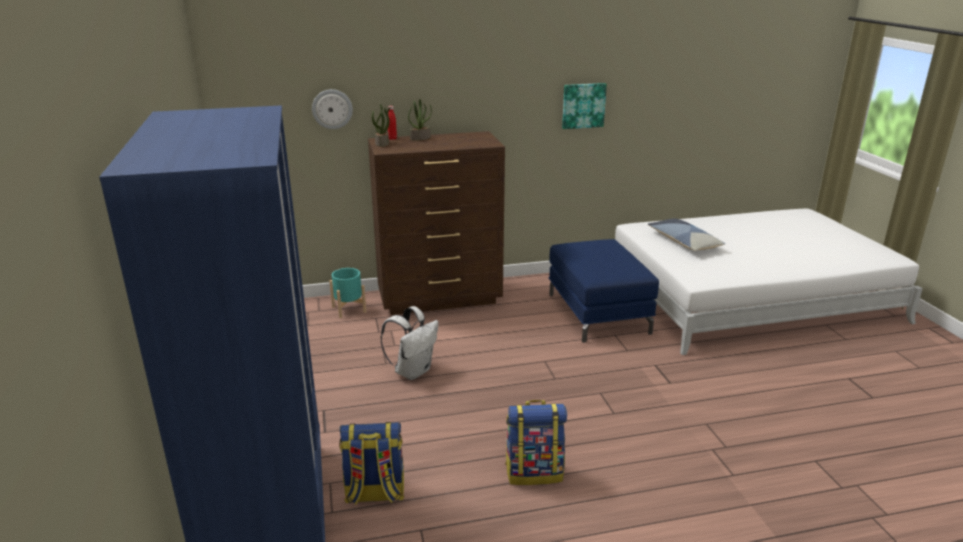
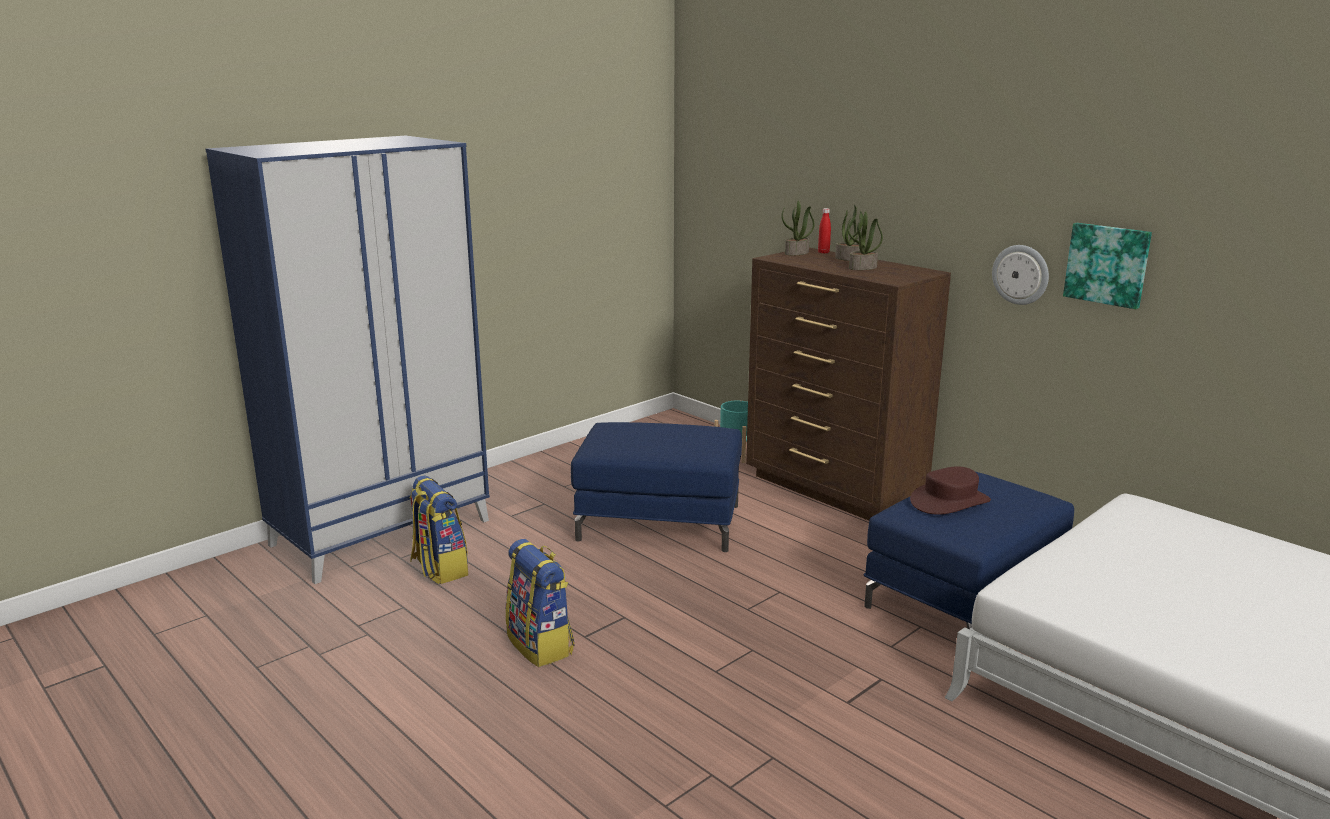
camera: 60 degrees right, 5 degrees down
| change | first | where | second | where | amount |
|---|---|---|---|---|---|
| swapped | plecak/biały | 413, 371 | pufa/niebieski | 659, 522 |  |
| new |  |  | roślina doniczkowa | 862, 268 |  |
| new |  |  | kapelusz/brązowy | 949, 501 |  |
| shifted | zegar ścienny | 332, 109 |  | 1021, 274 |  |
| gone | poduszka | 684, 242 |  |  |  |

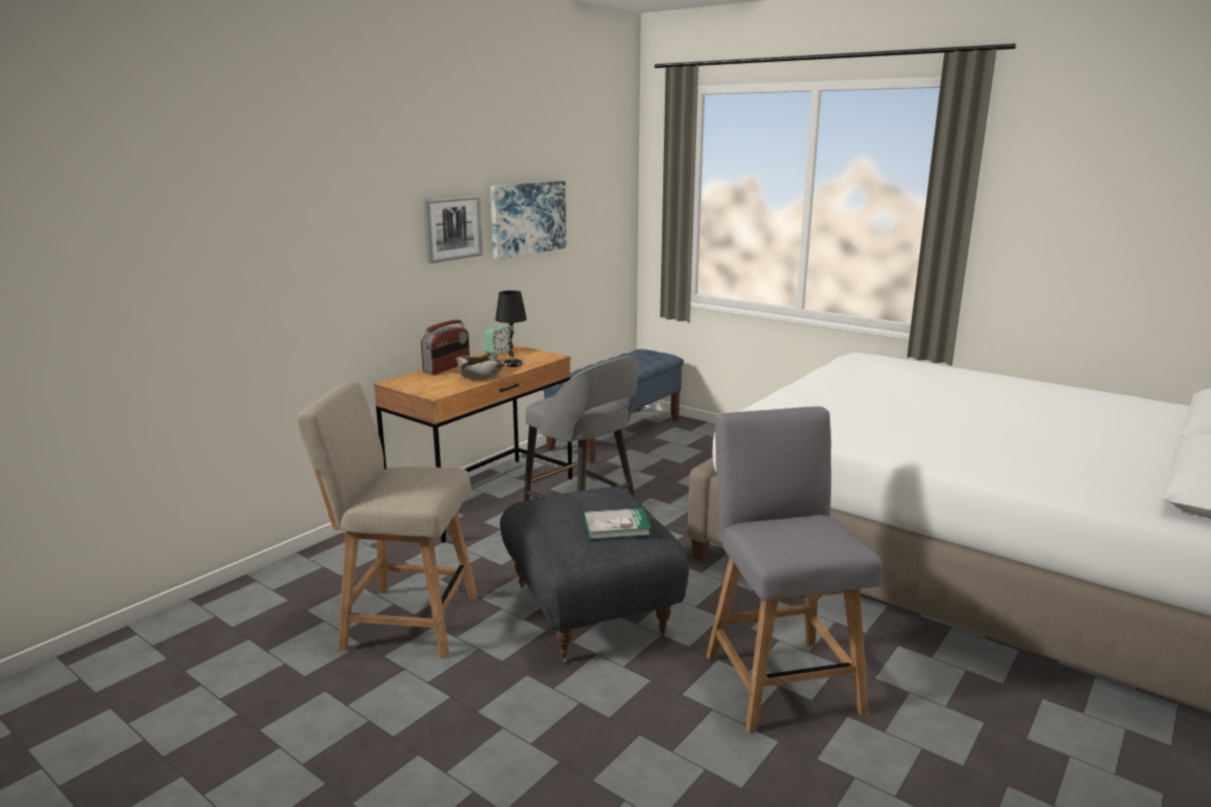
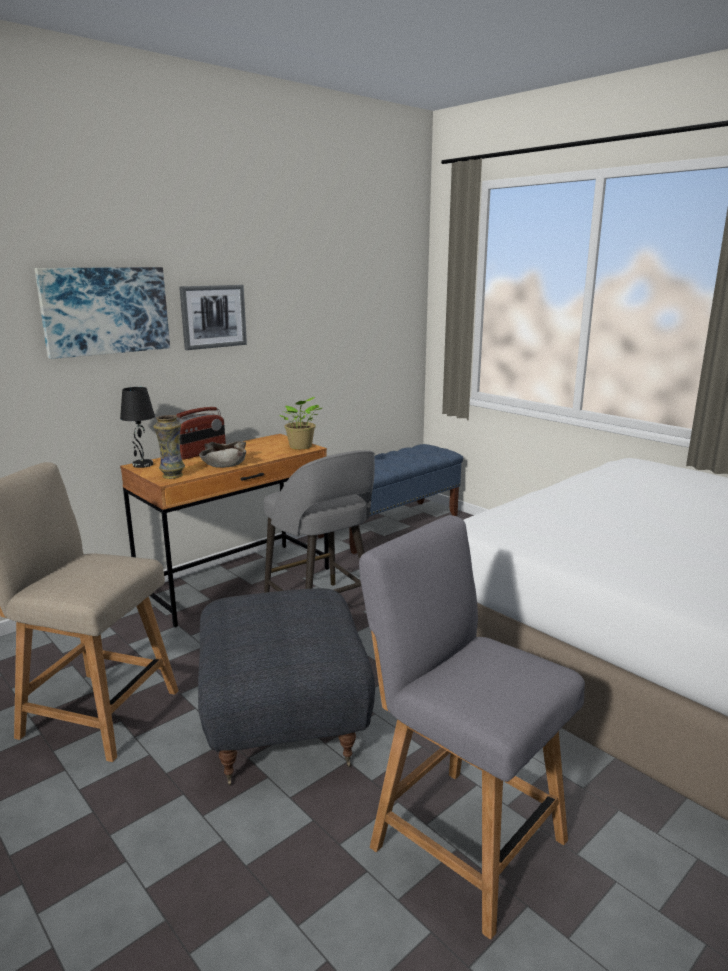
camera: 10 degrees right, 0 degrees up
| change | first | where | second | where | amount |
|---|---|---|---|---|---|
| shifted | obraz | 527, 218 |  | 105, 310 |  |
| shifted | lampa stołowa/czarny | 513, 364 |  | 143, 465 |  |
| new |  |  | wazon | 172, 476 |  |
| new |  |  | roślina doniczkowa | 301, 447 |  |
| rotated | krzesło/szary | 779, 678 |  | 460, 838 | 45 degrees counterclockwise |
| gone | budzik | 498, 352 |  |  |  |
| gone | książka | 616, 526 |  |  |  |

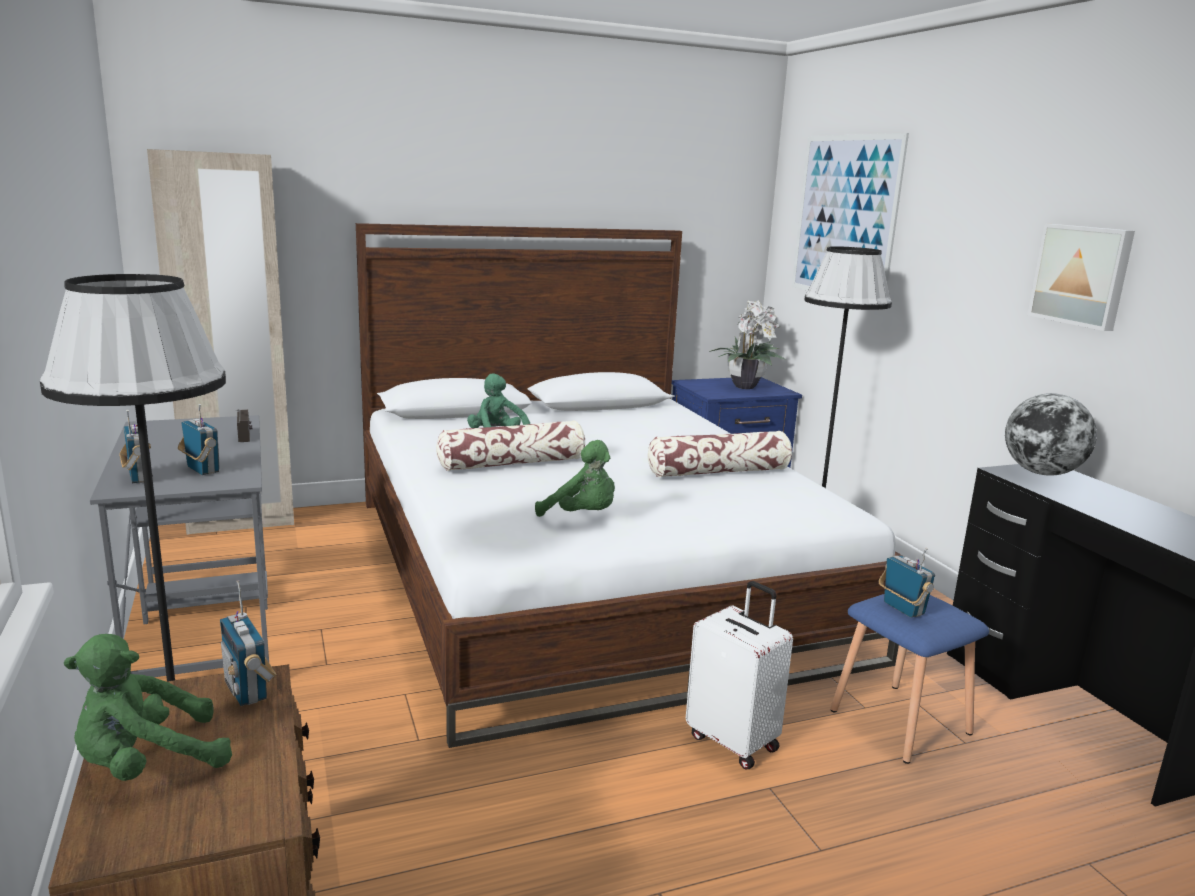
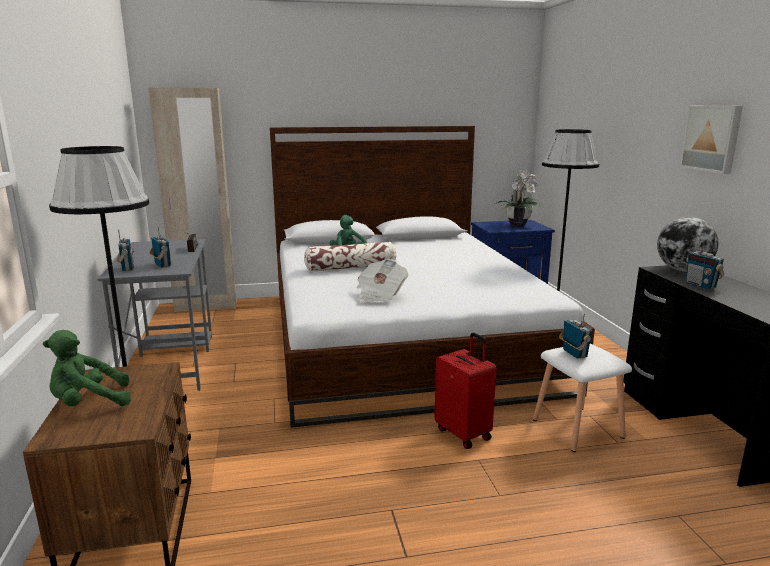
camera: 10 degrees right, 0 degrees up
| change | first | where | second | where | amount |
|---|---|---|---|---|---|
| swapped | pluszak/zielony | 582, 516 | gazeta | 380, 295 |  |
| repainted | walizka/biały | 734, 741 | walizka/czerwony | 464, 433 |  |
| repainted | stołek/niebieski | 897, 721 | stołek/biały | 576, 428 |  |
| shifted | radio | 248, 690 |  | 701, 285 |  |
| gone | poduszka | 719, 472 |  |  |  |
| gone | obraz | 845, 218 |  |  |  |

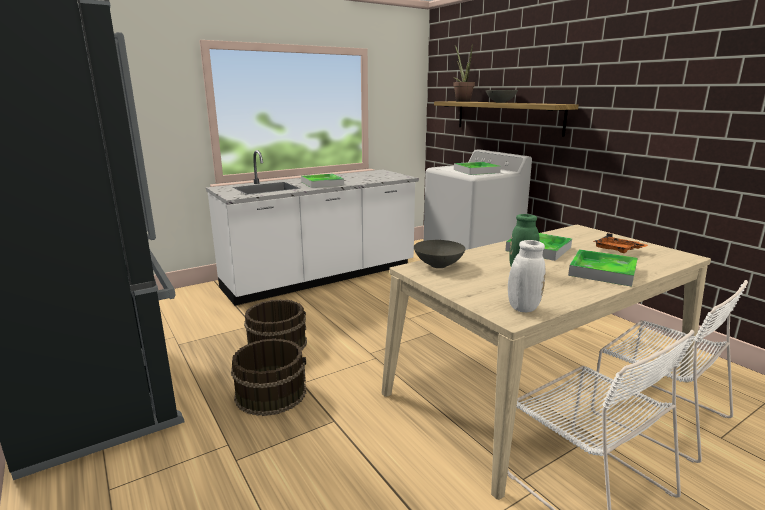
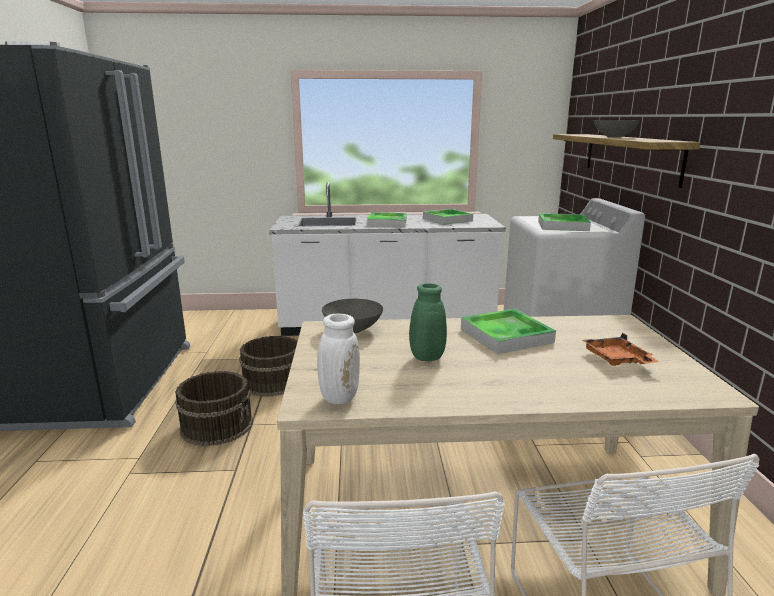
camera: 30 degrees right, 0 degrees up
| change | first | where | second | where | amount |
|---|---|---|---|---|---|
| shifted | taca | 602, 271 |  | 447, 219 |  |
| gone | roślina doniczkowa | 461, 101 |  |  |  |

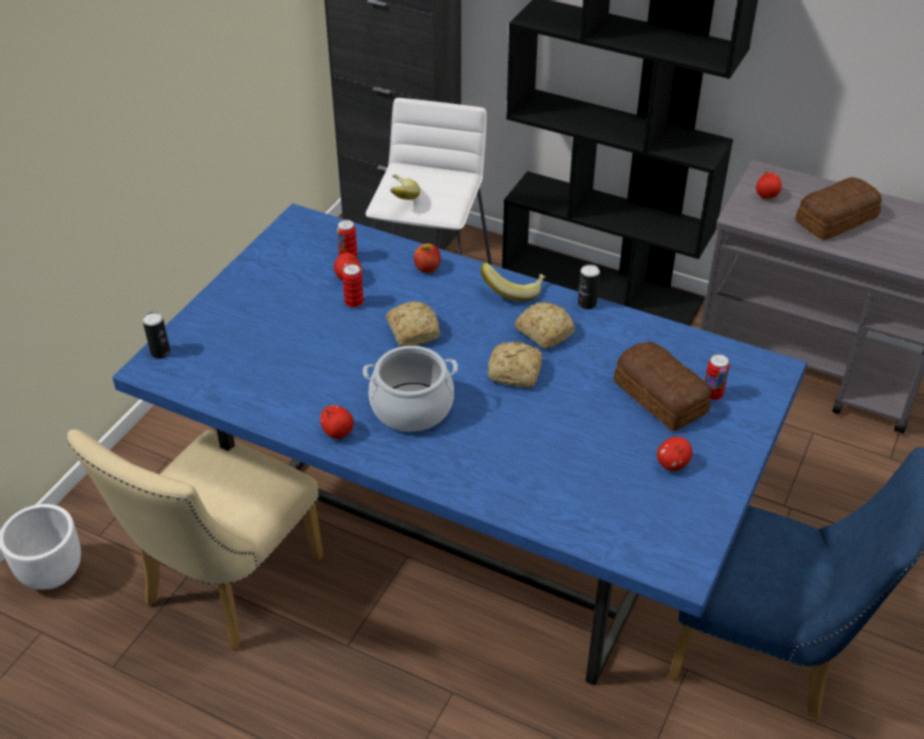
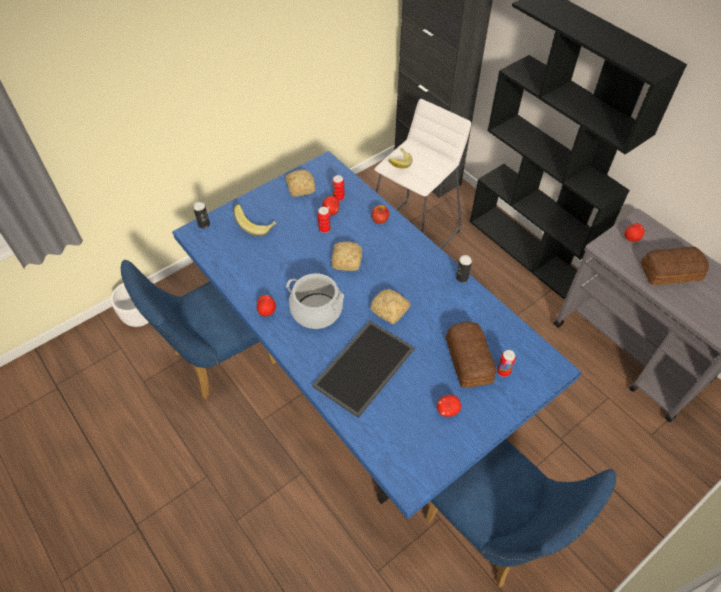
camera: 25 degrees right, 10 degrees up
| change | first | where | second | where | amount |
|---|---|---|---|---|---|
| repainted | krzesło/beżowy | 223, 587 | krzesło/niebieski | 217, 359 |  |
| shifted | banan | 513, 290 |  | 256, 226 |  |
| shifted | chleb | 544, 331 |  | 301, 187 |  |
| new |  |  | taca | 363, 366 |  |

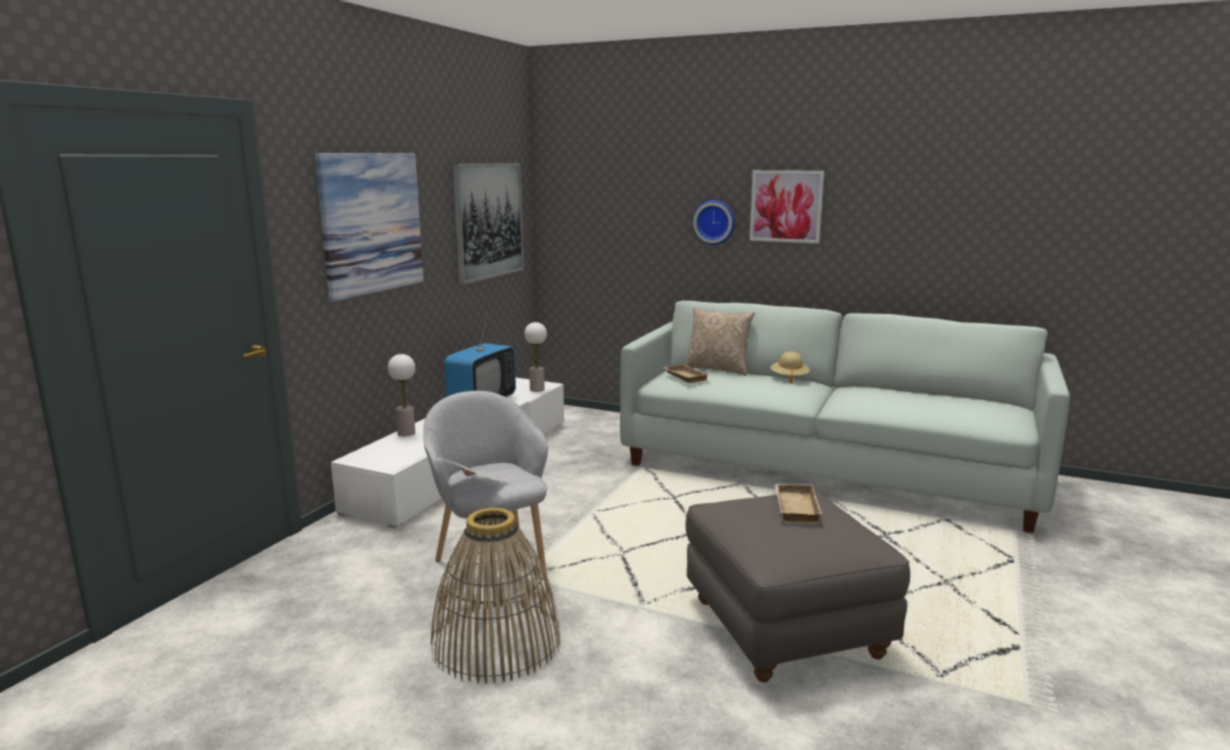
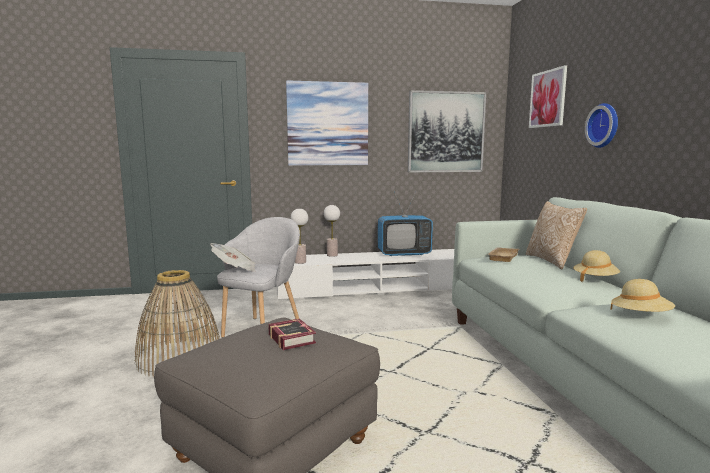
camera: 55 degrees right, 5 degrees down
| change | first | where | second | where | amount |
|---|---|---|---|---|---|
| swapped | taca/beżowy | 794, 507 | książka | 292, 338 |  |
| shifted | lampa stołowa | 537, 389 |  | 300, 262 |  |
| shifted | obraz | 786, 206 |  | 547, 98 |  |
| new |  |  | kapelusz/beżowy | 640, 316 |  |

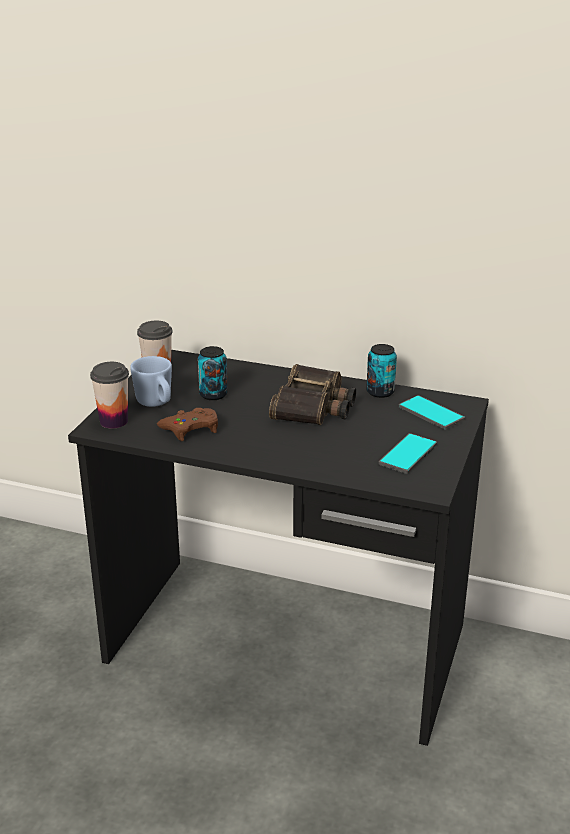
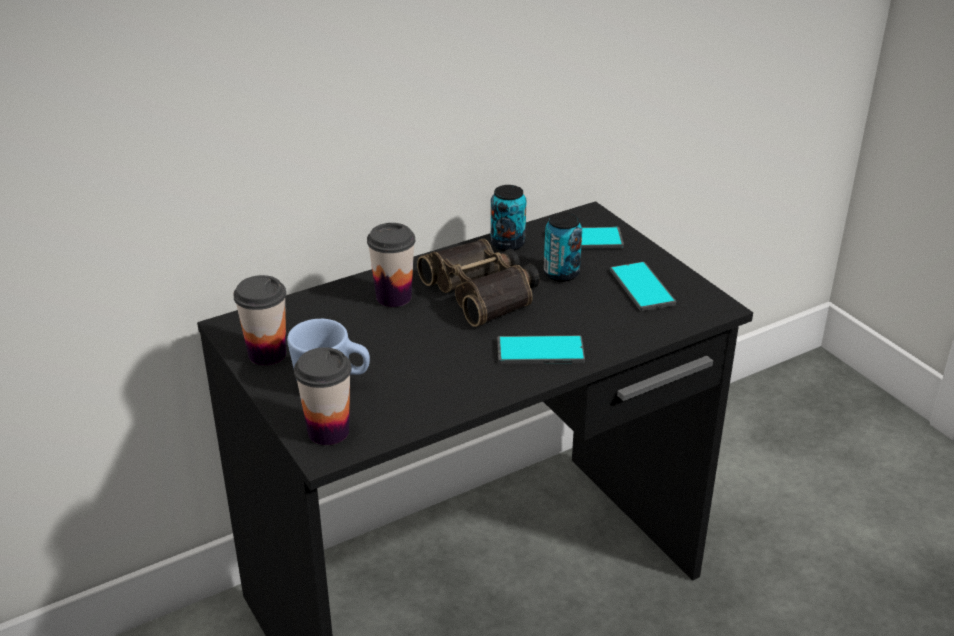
camera: 50 degrees left, 5 degrees up
| change | first | where | second | where | amount |
|---|---|---|---|---|---|
| new |  |  | filiżanka | 393, 297 |  |
| new |  |  | telefon | 540, 351 |  |
| shifted | puszka | 213, 394 |  | 561, 273 |  |
| gone | pad do gier/brązowy | 191, 429 |  |  |  |

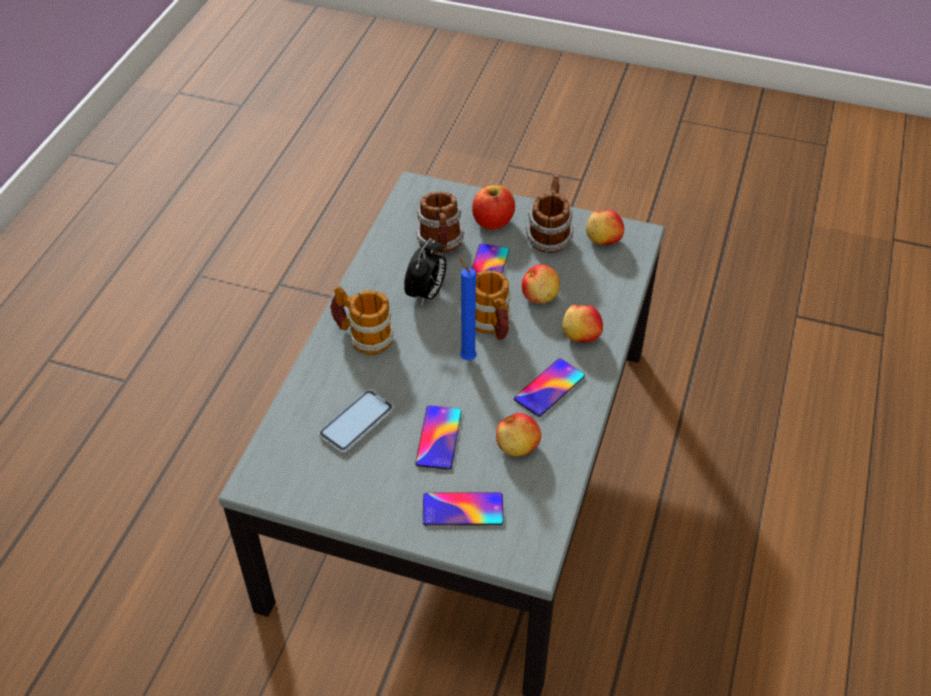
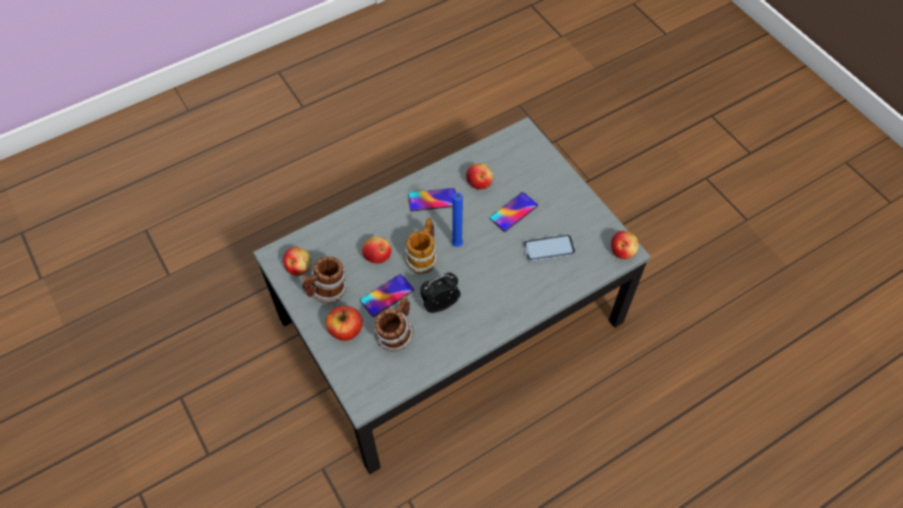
camera: 140 degrees left, 10 degrees up
| change | first | where | second | where | amount |
|---|---|---|---|---|---|
| shifted | jabłko | 581, 335 |  | 622, 250 |  |
| gone | kubek | 363, 336 |  |  |  |
| gone | telefon | 463, 509 |  |  |  |

